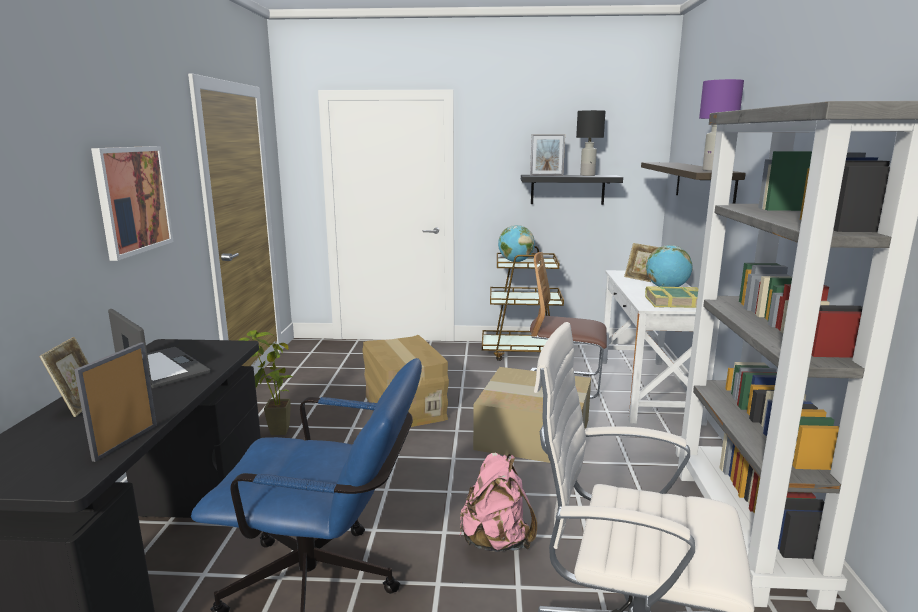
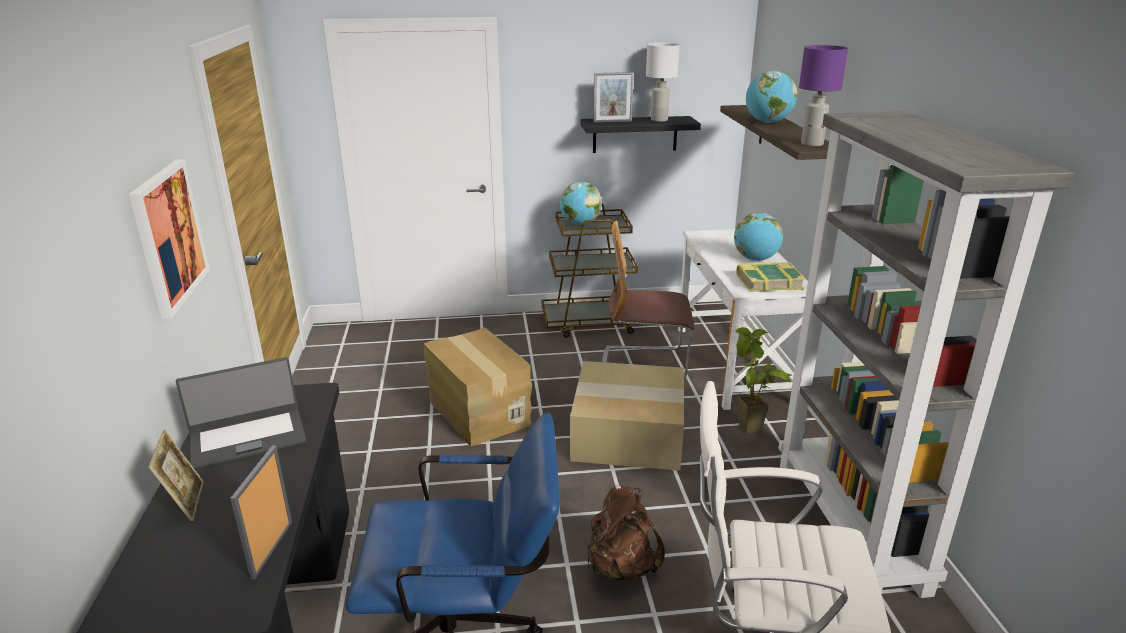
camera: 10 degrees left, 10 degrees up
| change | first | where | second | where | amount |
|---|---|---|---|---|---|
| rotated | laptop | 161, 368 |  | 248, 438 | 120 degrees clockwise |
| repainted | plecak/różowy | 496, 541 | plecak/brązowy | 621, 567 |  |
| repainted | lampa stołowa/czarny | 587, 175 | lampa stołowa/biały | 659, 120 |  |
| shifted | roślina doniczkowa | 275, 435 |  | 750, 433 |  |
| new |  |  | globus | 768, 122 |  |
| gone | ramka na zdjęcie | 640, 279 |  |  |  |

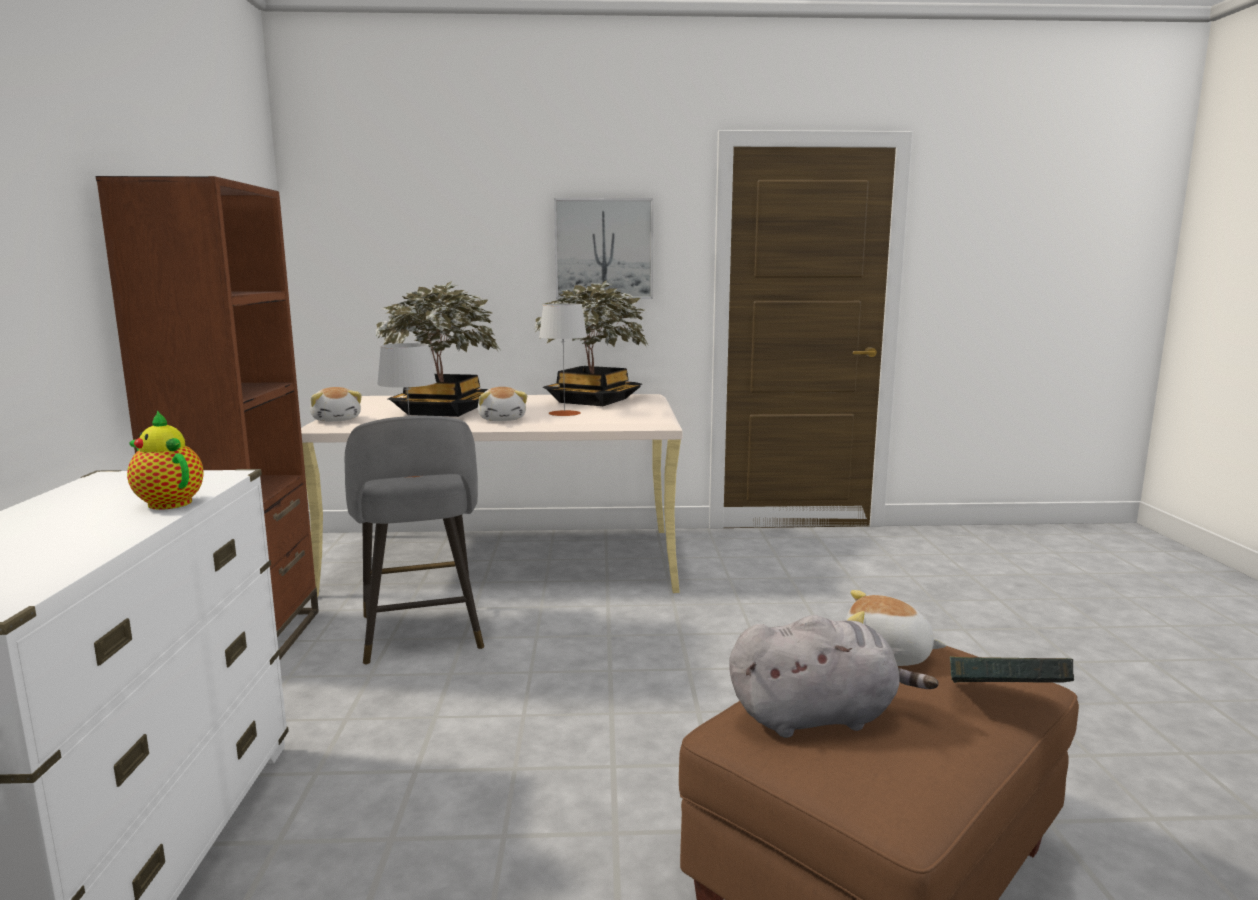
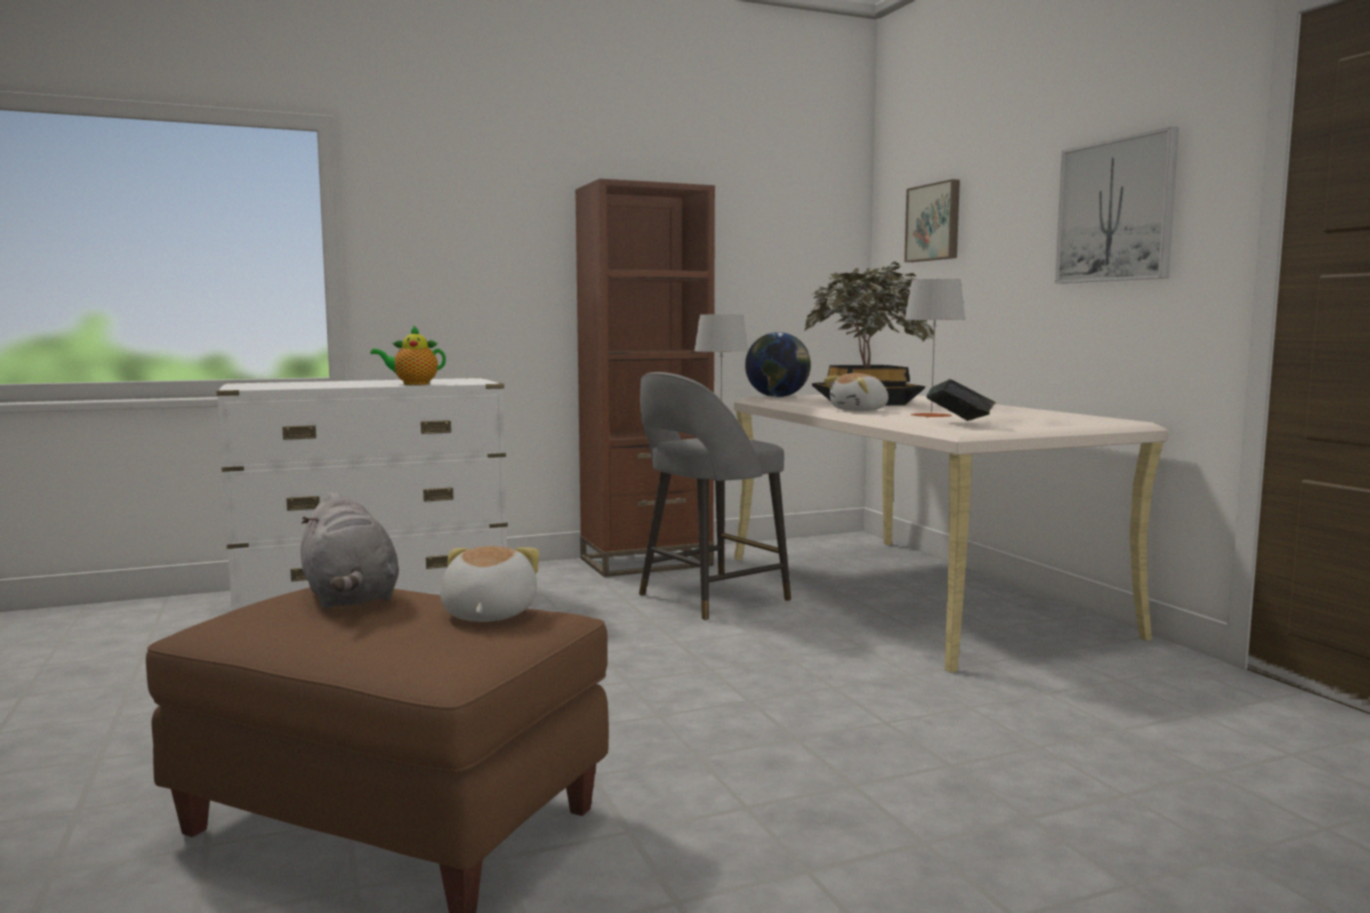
camera: 70 degrees right, 5 degrees down
| change | first | where | second | where | amount |
|---|---|---|---|---|---|
| rotated | imbryk | 167, 502 |  | 413, 384 | 120 degrees counterclockwise |
| swapped | pluszak | 337, 419 | globus | 778, 397 |  |
| new |  |  | obraz | 934, 222 |  |
| shifted | książka | 1004, 703 |  | 959, 424 |  |
| gone | roślina doniczkowa | 592, 400 |  |  |  |

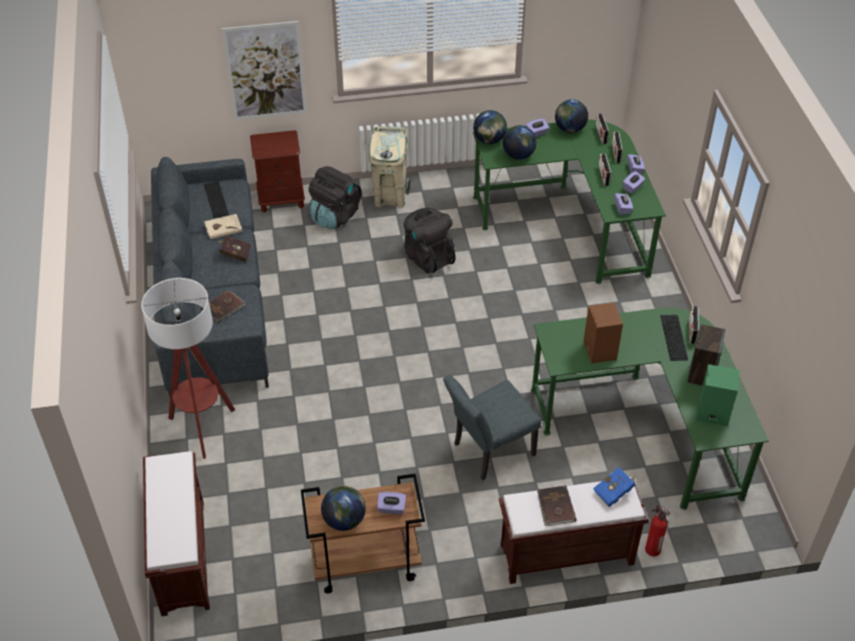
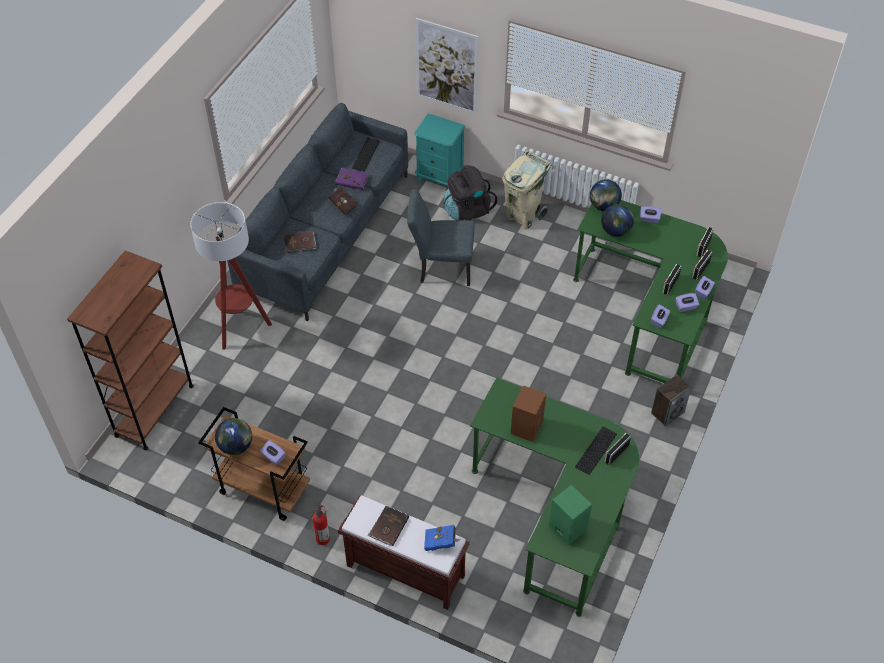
camera: 35 degrees right, 5 degrees up
| change | first | where | second | where | amount |
|---|---|---|---|---|---|
| swapped | ławka/brązowy | 182, 556 | regał/brązowy | 154, 410 |  |
| shifted | gaśnica | 652, 548 |  | 323, 538 |  |
| repainted | książka/beżowy | 223, 227 | książka/fioletowy | 352, 179 |  |
| shifted | krzesło/szary | 488, 451 |  | 441, 267 |  |
| repainted | szafka nocna/brązowy | 281, 200 | szafka nocna/turkusowy | 439, 177 |  |
| shifted | głośnik | 701, 373 |  | 667, 412 |  |
| gone | plecak/czarny | 427, 257 |  |  |  |
| gone | globus | 569, 129 |  |  |  |

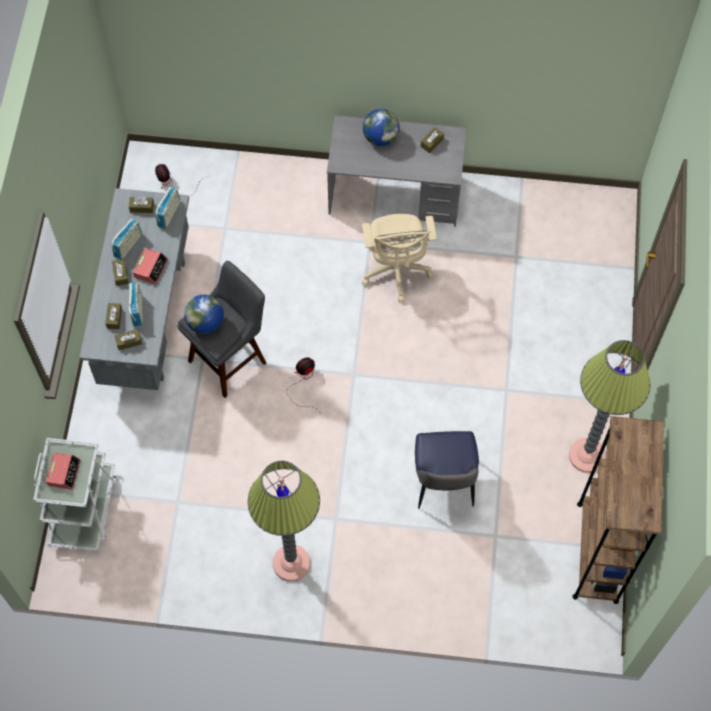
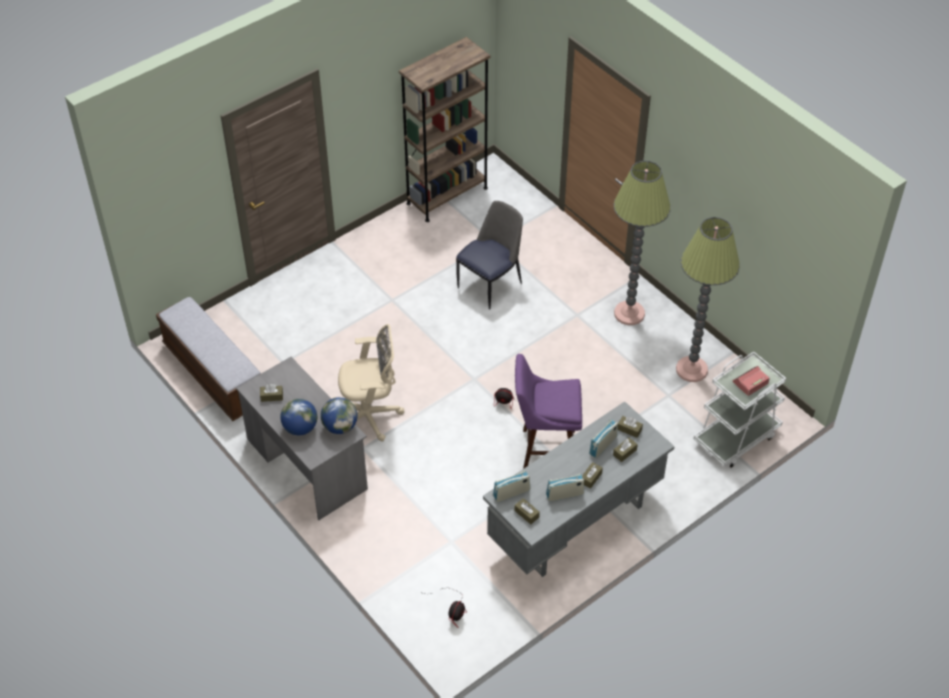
camera: 135 degrees left, 15 degrees down
| change | first | where | second | where | amount |
|---|---|---|---|---|---|
| new |  |  | ławka | 214, 374 |  |
| shifted | globus | 205, 323 |  | 340, 426 |  |
| rotated | krzesło biurowe/beżowy | 396, 271 |  | 369, 416 | 45 degrees clockwise |
| repainted | stołek/szary | 230, 359 | stołek/fioletowy | 545, 450 |  |
| shifted | lampa stojąca | 587, 455 |  | 691, 369 |  |
| gone | budzik | 151, 268 |  |  |  |

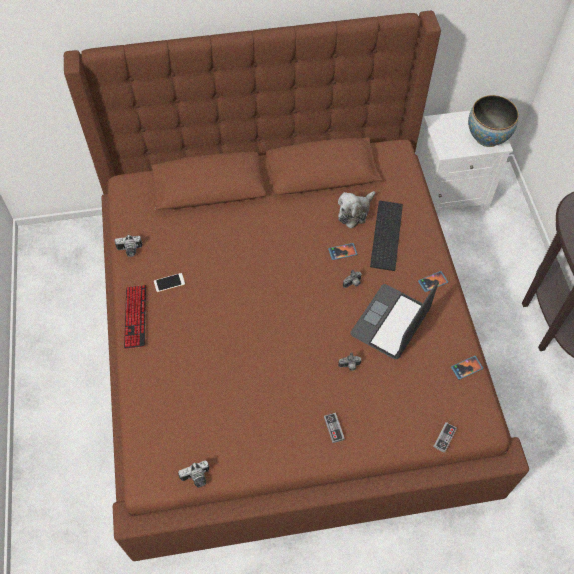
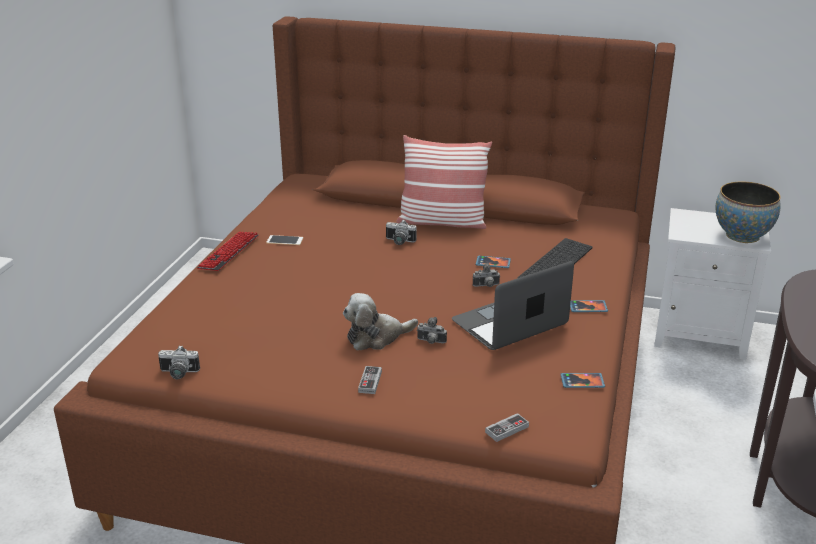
camera: 25 degrees right, 30 degrees down
| change | first | where | second | where | amount |
|---|---|---|---|---|---|
| shifted | pluszak | 355, 212 |  | 376, 337 |  |
| shifted | aparat fotograficzny | 130, 251 |  | 399, 242 |  |
| new |  |  | poduszka | 442, 222 |  |

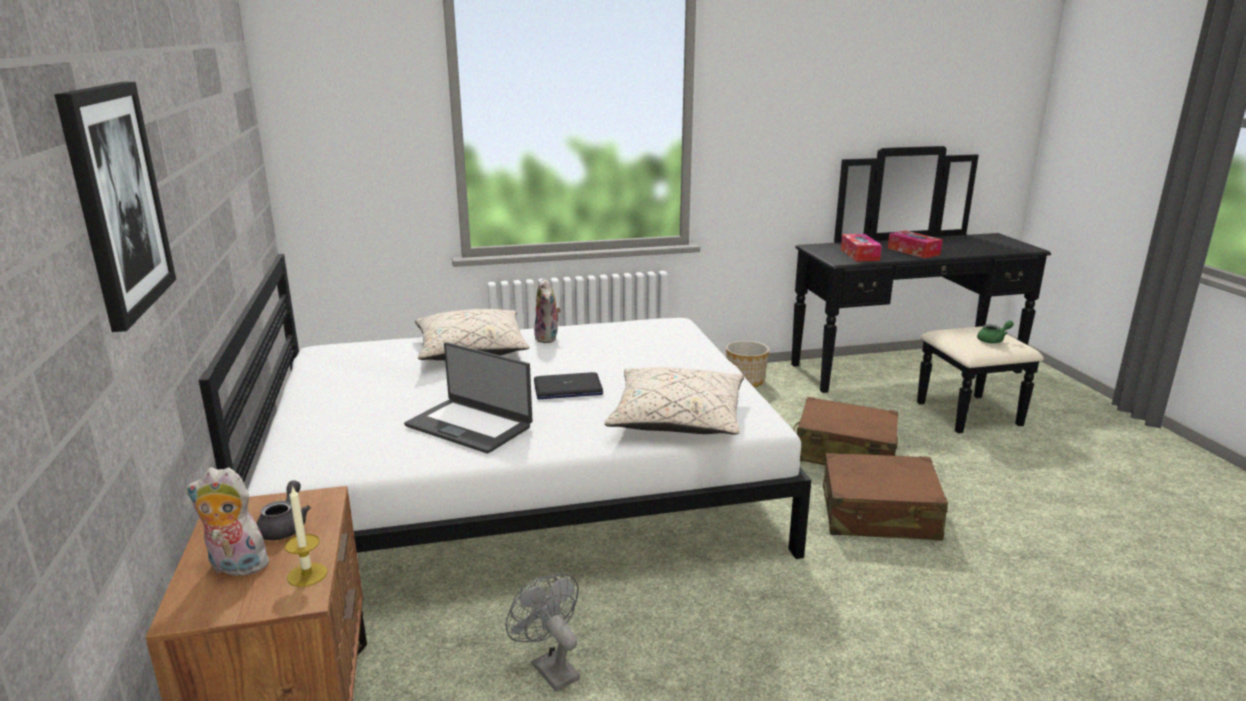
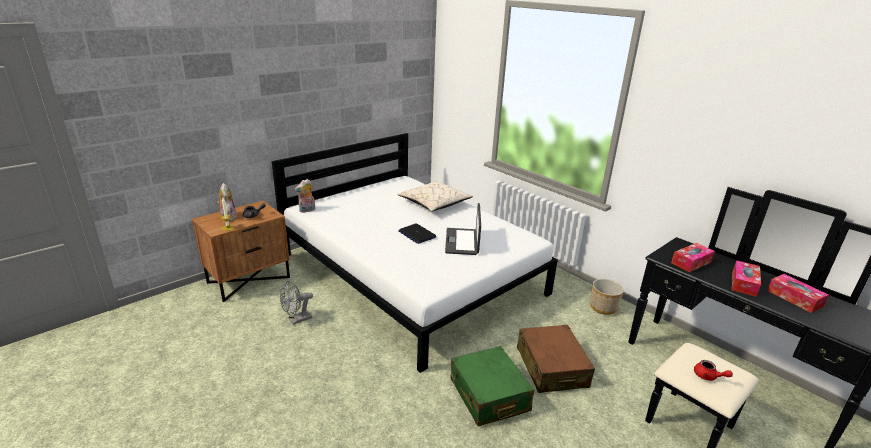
camera: 60 degrees right, 5 degrees up
| change | first | where | second | where | amount |
|---|---|---|---|---|---|
| rotated | wentylator/szary | 549, 667 |  | 297, 320 | 150 degrees counterclockwise |
| shifted | pluszak | 548, 338 |  | 307, 210 |  |
| shifted | laptop | 470, 425 |  | 462, 242 |  |
| repainted | walizka/brązowy | 879, 514 | walizka/zielony | 489, 395 |  |
| repainted | imbryk/zielony | 993, 340 | imbryk/czerwony | 708, 376 |  |
| new |  |  | pudełko chusteczek | 794, 298 |  |
| gone | obraz | 117, 200 |  |  |  |
| gone | poduszka/beżowy | 677, 419 |  |  |  |

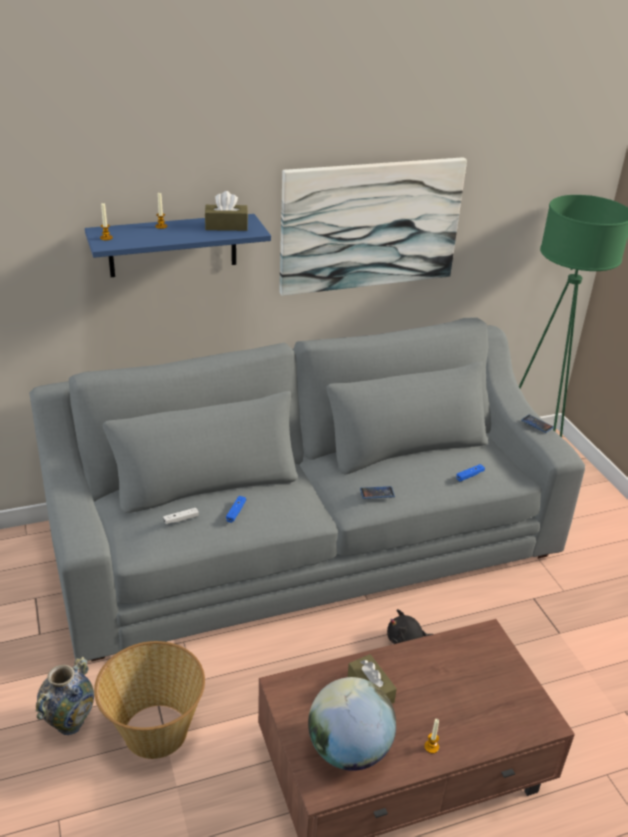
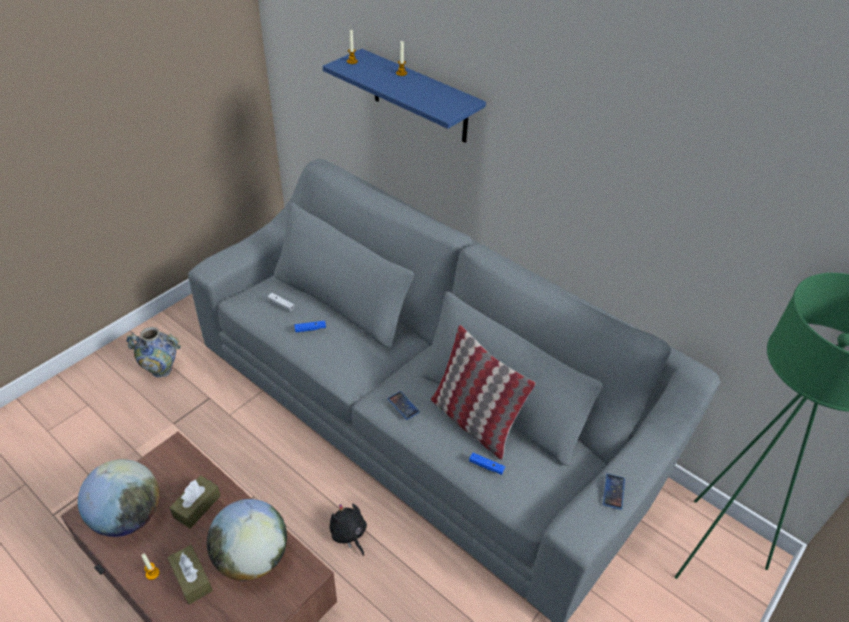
camera: 60 degrees right, 10 degrees up
| change | first | where | second | where | amount |
|---|---|---|---|---|---|
| shifted | pudełko chusteczek/brązowy | 226, 226 |  | 192, 578 |  |
| new |  |  | globus | 253, 557 |  |
| new |  |  | poduszka | 473, 421 |  |
| gone | koszyk | 154, 731 |  |  |  |
| gone | obraz | 370, 225 |  |  |  |

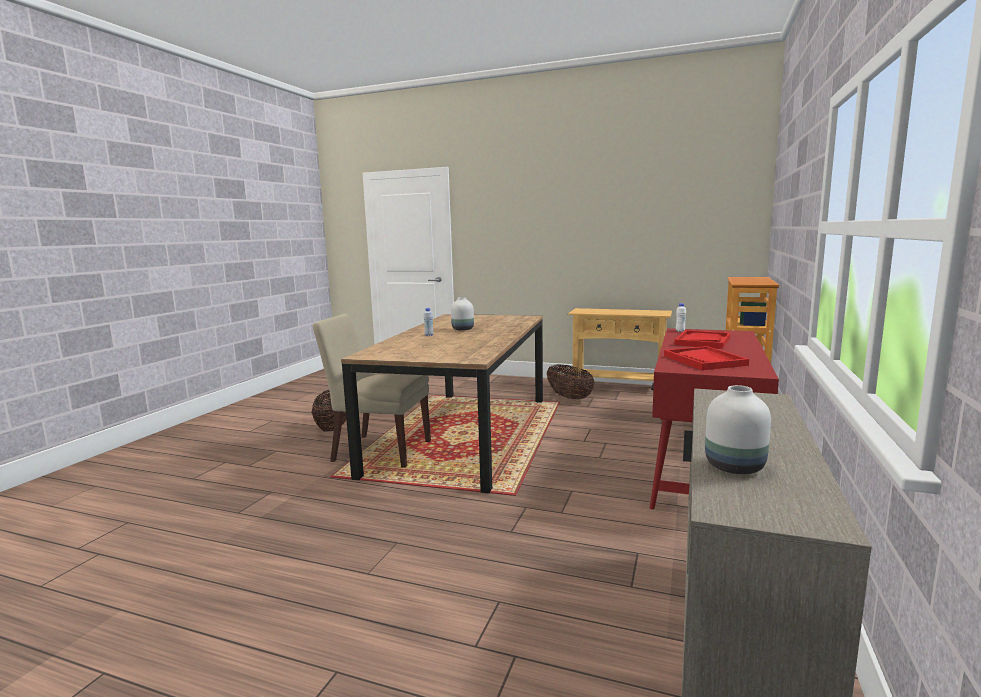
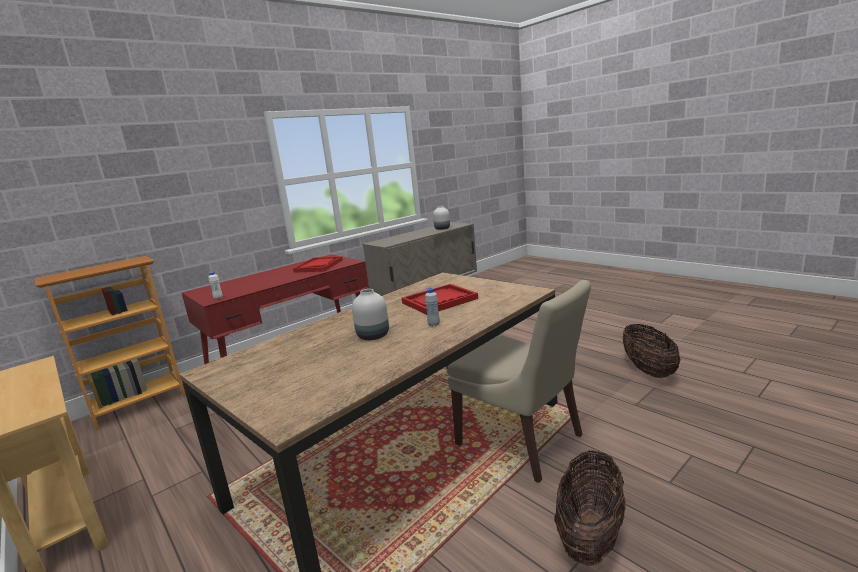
camera: 150 degrees left, 5 degrees up
| change | first | where | second | where | amount |
|---|---|---|---|---|---|
| shifted | taca/czerwony | 702, 341 |  | 439, 301 |  |
| shifted | koszyk | 569, 397 |  | 648, 370 |  |

